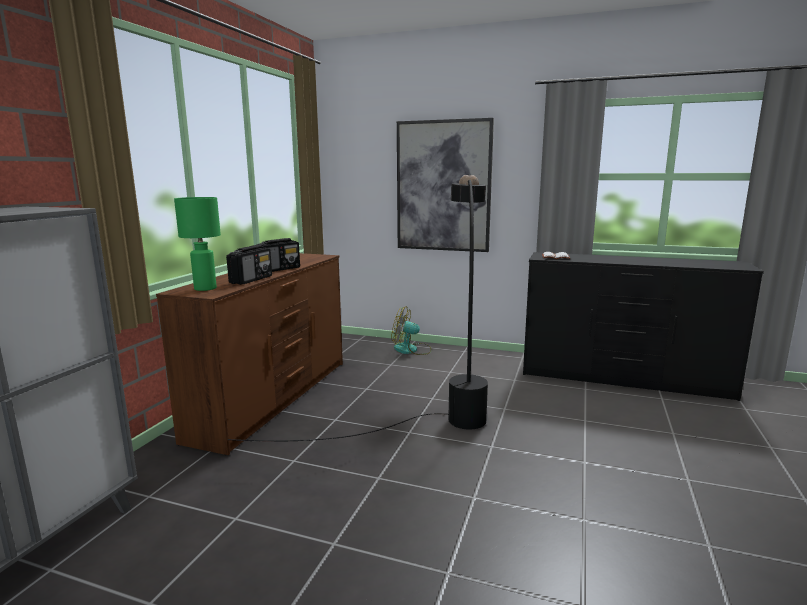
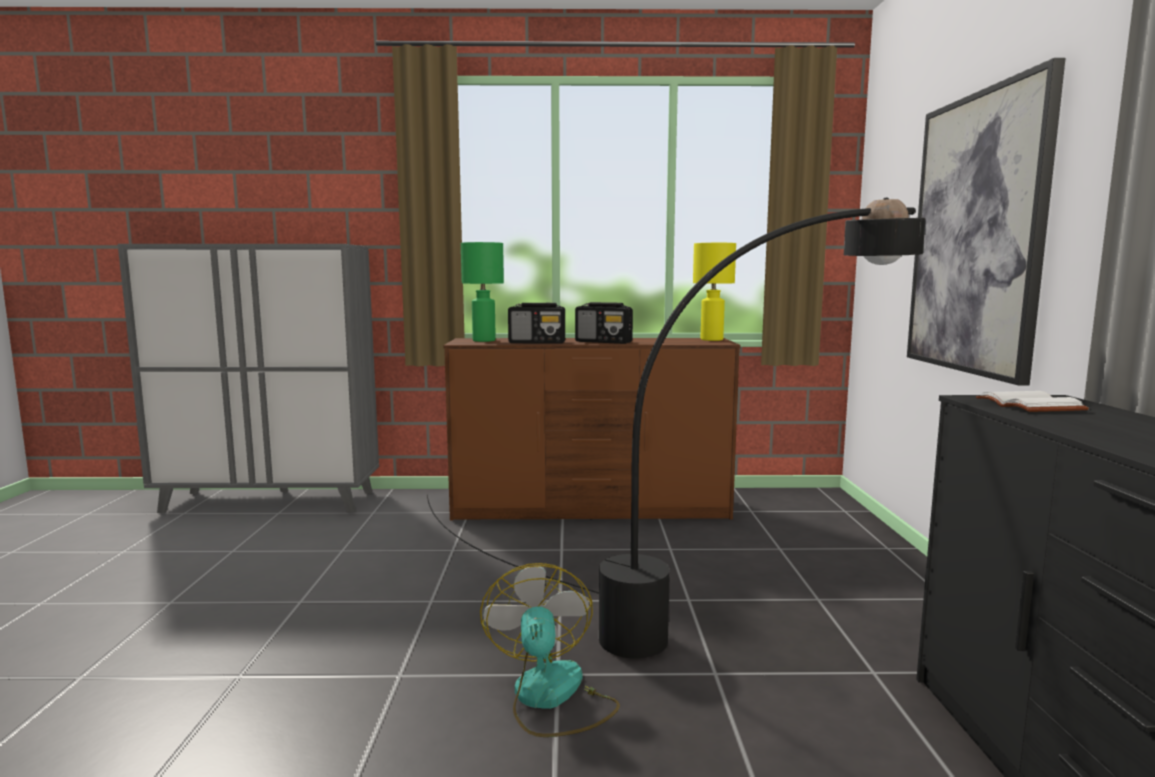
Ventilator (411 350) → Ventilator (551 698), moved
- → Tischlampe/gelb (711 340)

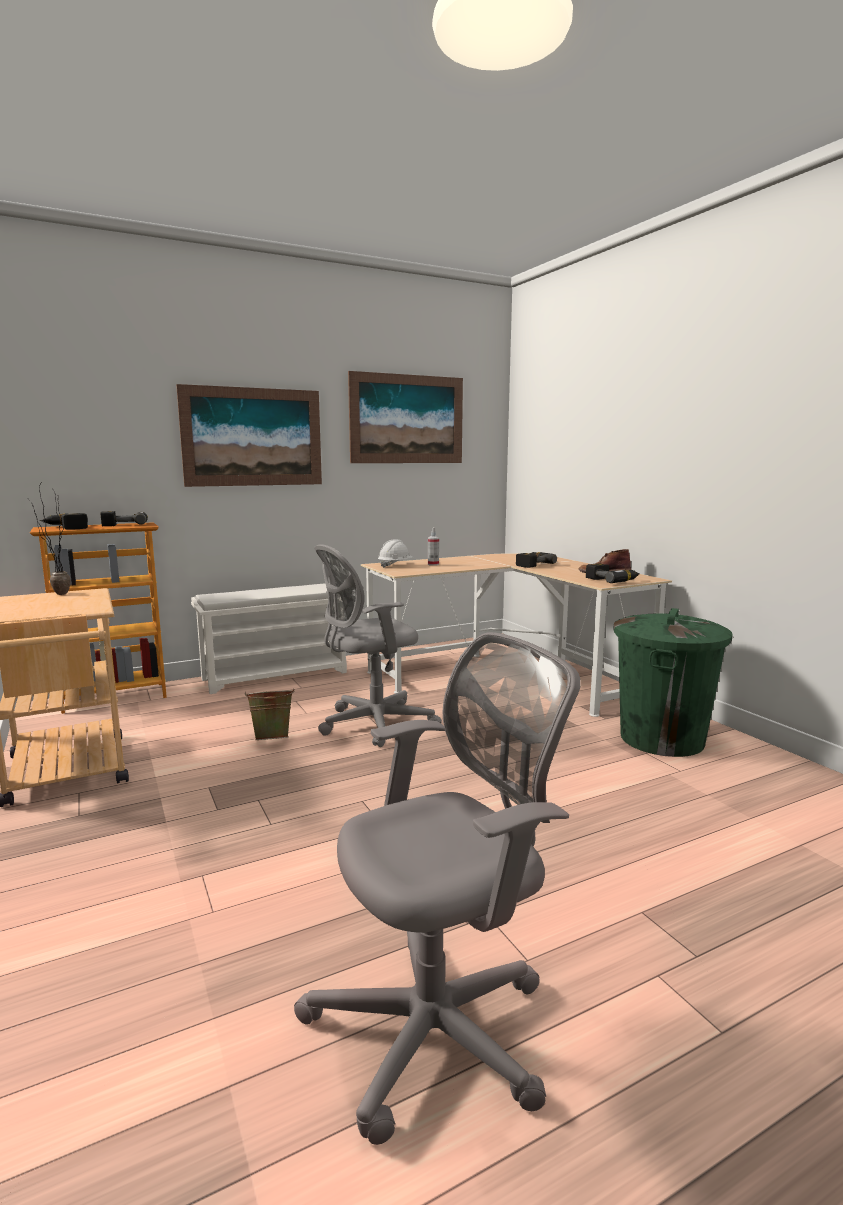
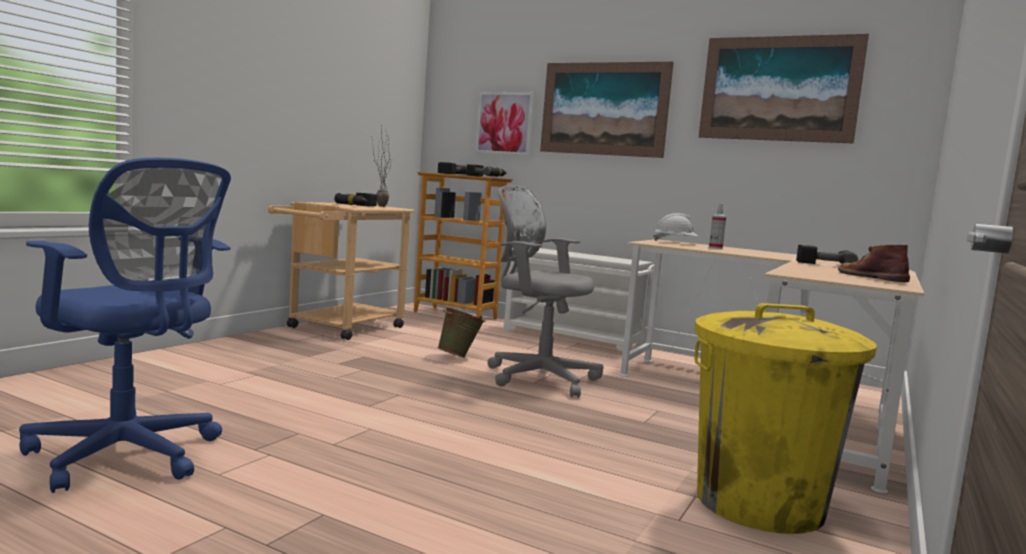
Bürostuhl/grau (441 1027) → Bürostuhl/blau (128 456)
Bohrmaschine (612 580) → Bohrmaschine (361 206), moved
- → Bild (504 123)
Mülleimer/grün (662 739) → Mülleimer/gelb (760 503)

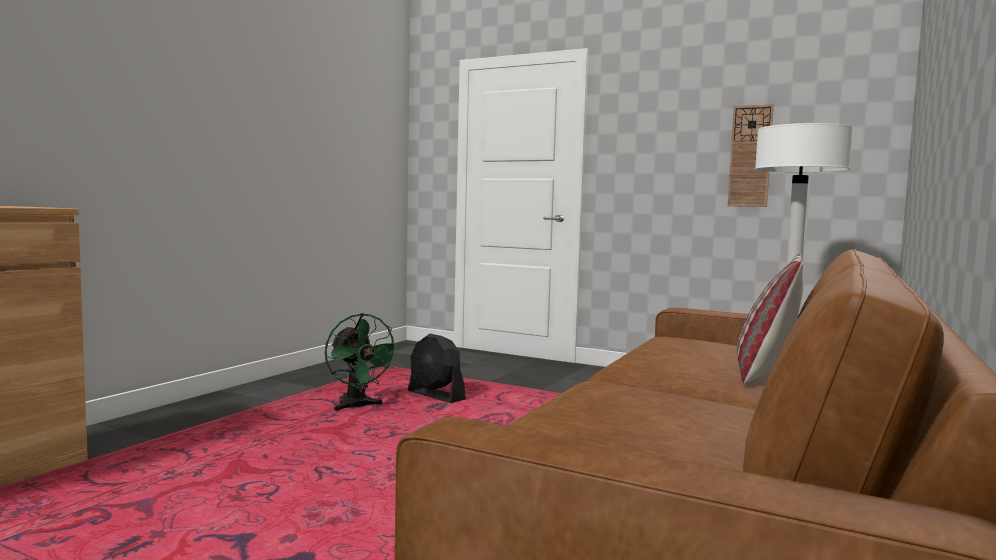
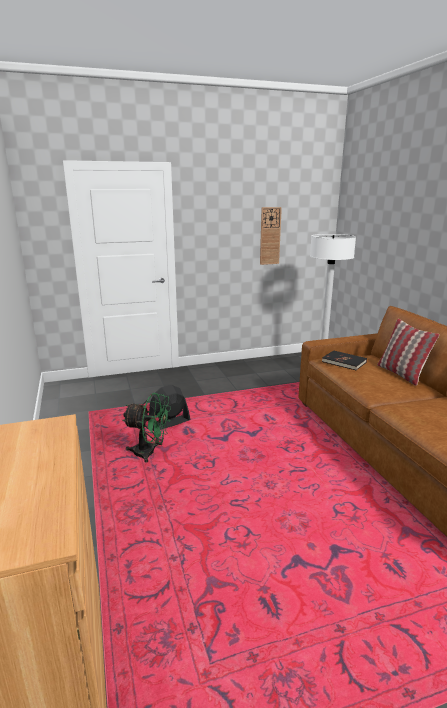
Ventilator/schwarz (436 396) → Ventilator/schwarz (169 423), 150 degrees clockwise
- → Buch/schwarz (344 362)

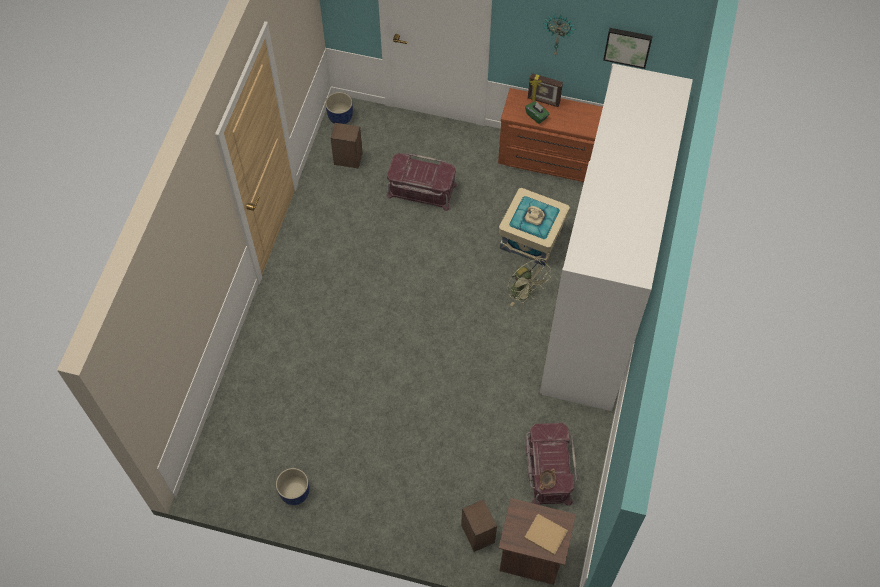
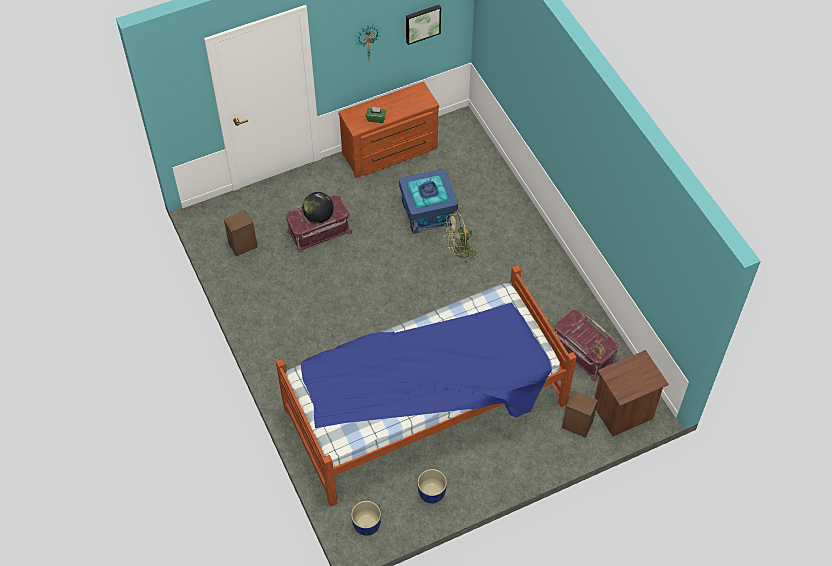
- → Bett (426 407)
- → Globus (318 217)
Pflanzkübel/blau (340 117) → Pflanzkübel/blau (366 525), moved
Aufbewahrungsbox/beige (532 238) → Aufbewahrungsbox/blau (428 212)
Ventilator/grün (525 294) → Ventilator/grün (459 252), 150 degrees clockwise
Buch/beige (544 534) → -
Bilderrahmen (543 101) → -
Kleiderschrank/weiß (596 307) → -

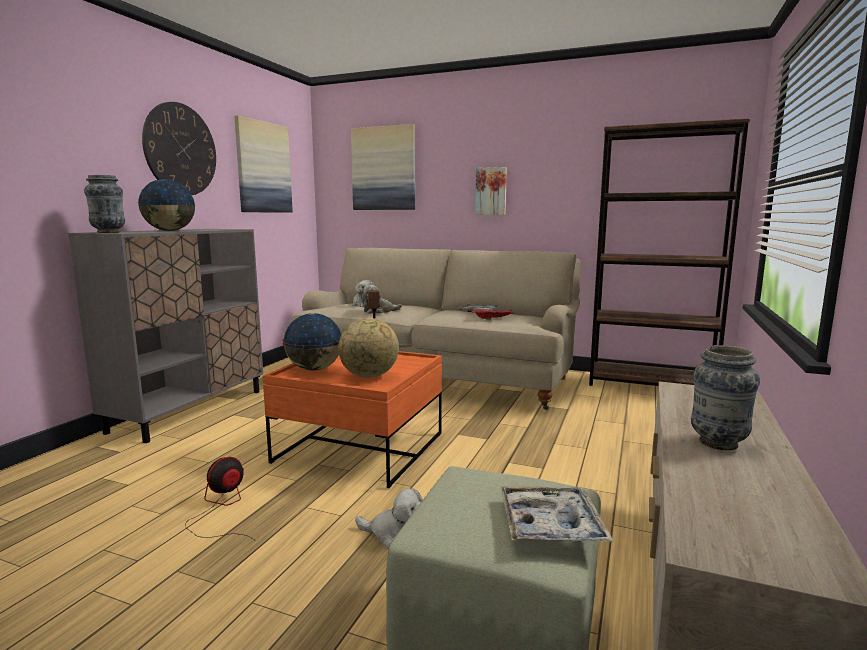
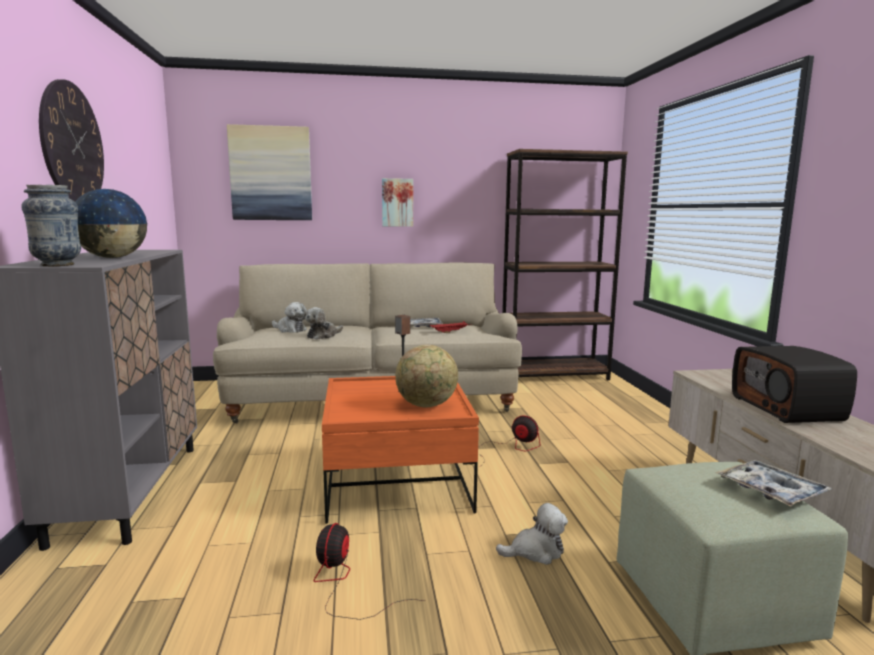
- → Ventilator (510 448)
Vase (718 443) → Radio (788 408)
Bild (263 167) → -
Globus (315 369) → -

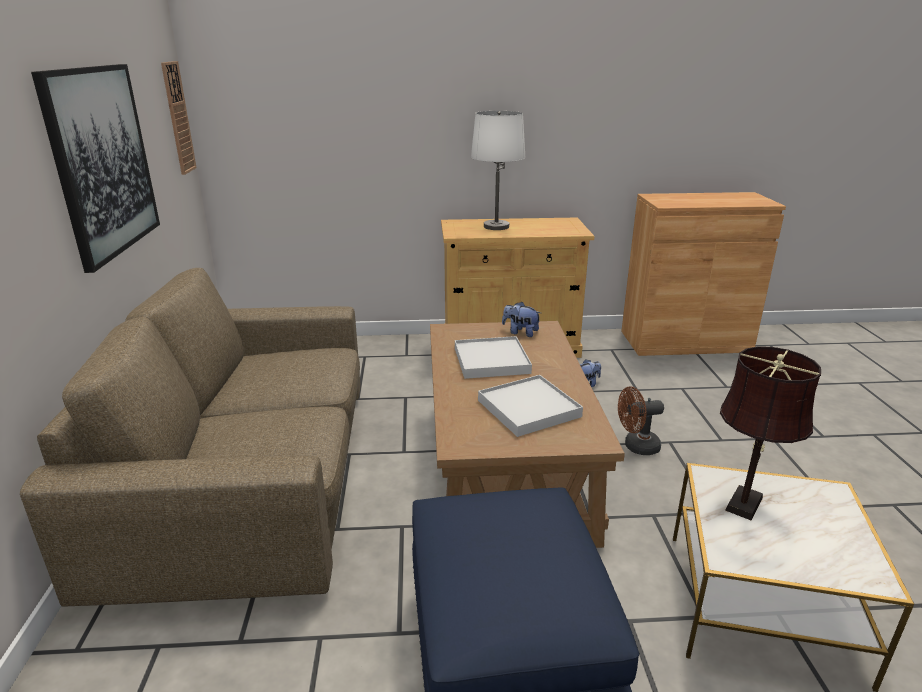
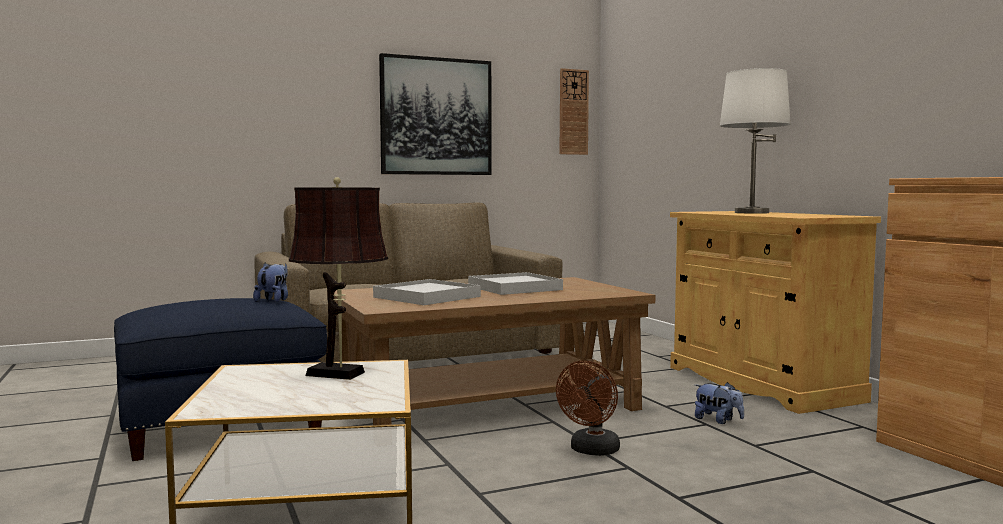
Plüschtier (520 332) → Plüschtier (274 301), moved
Ventilator/braun (636 447) → Ventilator/braun (592 451), 120 degrees counterclockwise

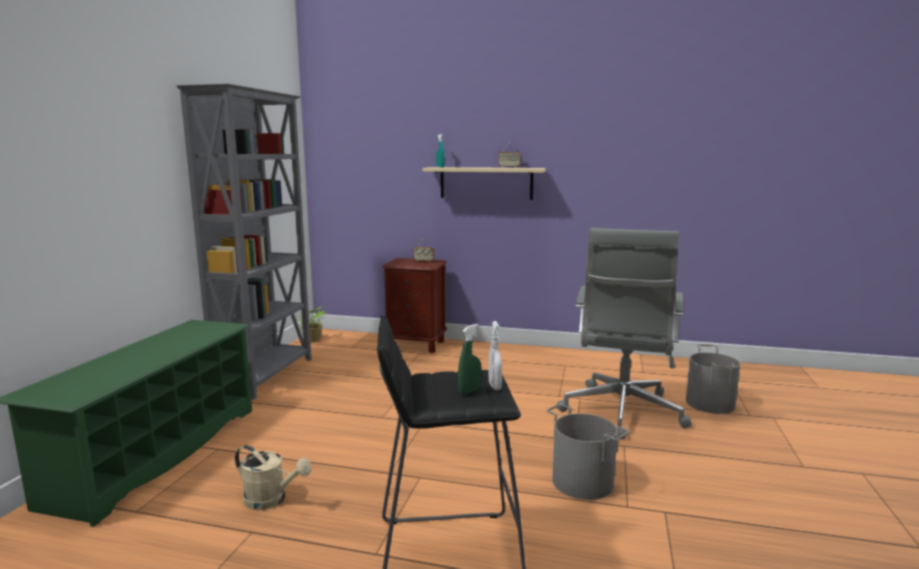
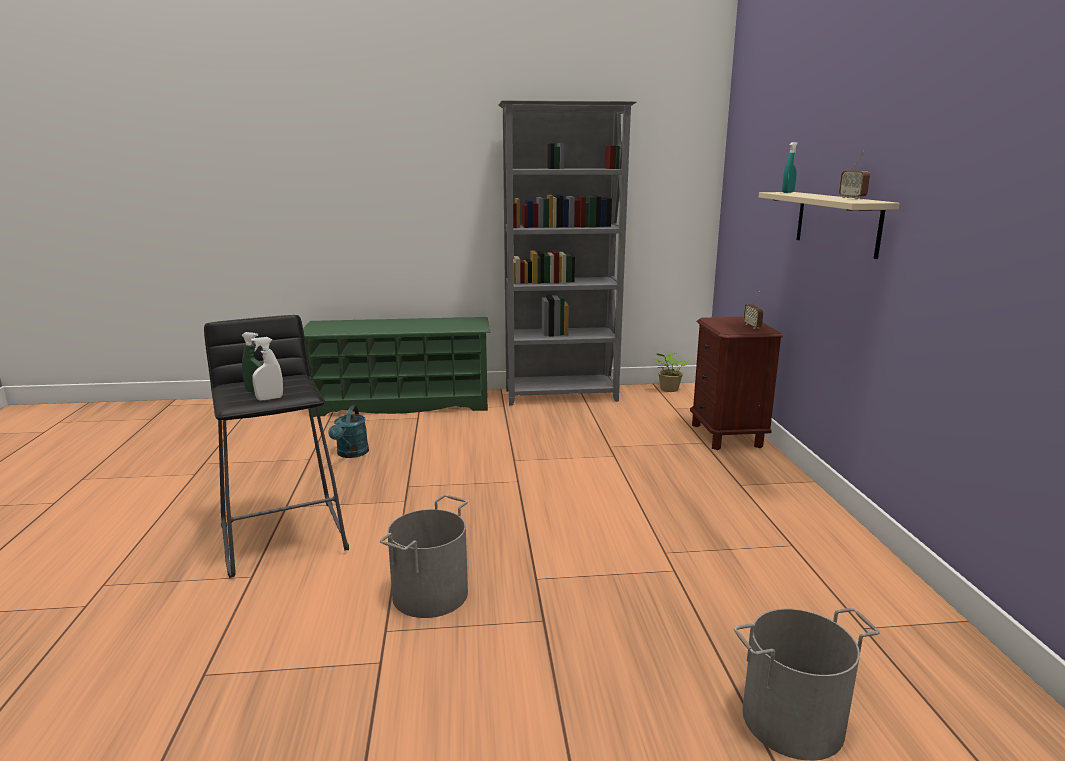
Gießkanne/beige (271 500) → Gießkanne/türkis (351 454)
Bürostuhl/grau (621 412) → -

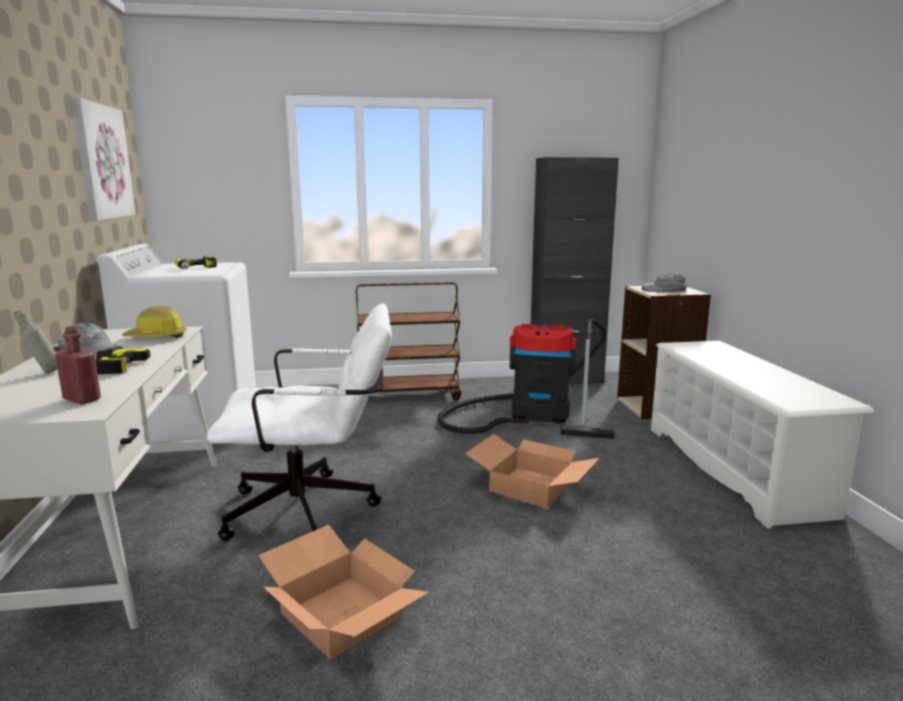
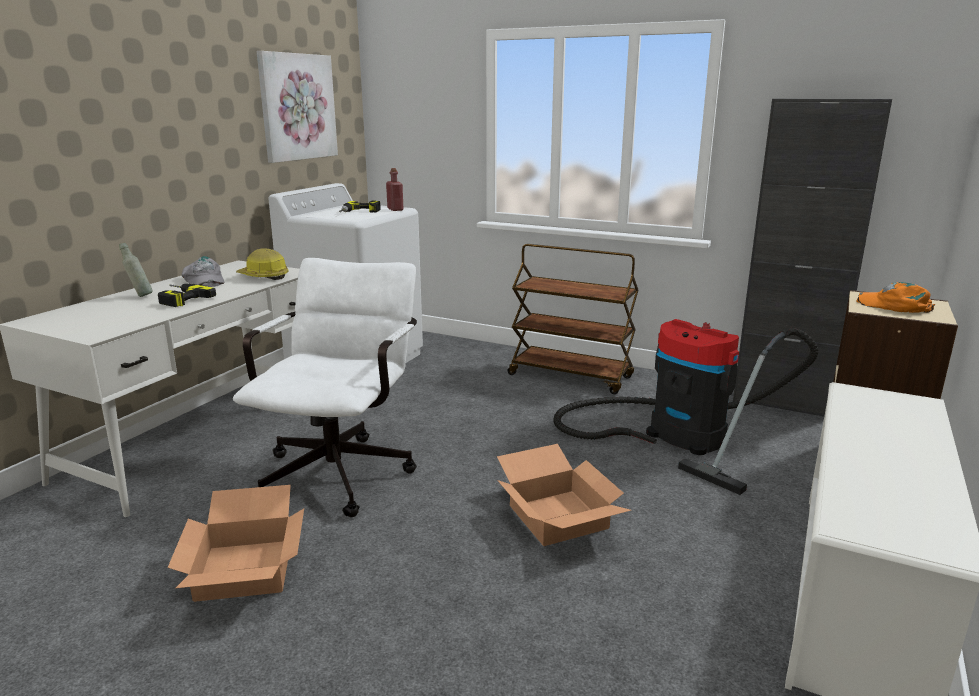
Bürostuhl/weiß (314 510) → Bürostuhl/weiß (341 469), 105 degrees counterclockwise
Flasche/rot (82 399) → Flasche/rot (395 209), moved
Kappe/grau (664 290) → Kappe/orange (895 306)

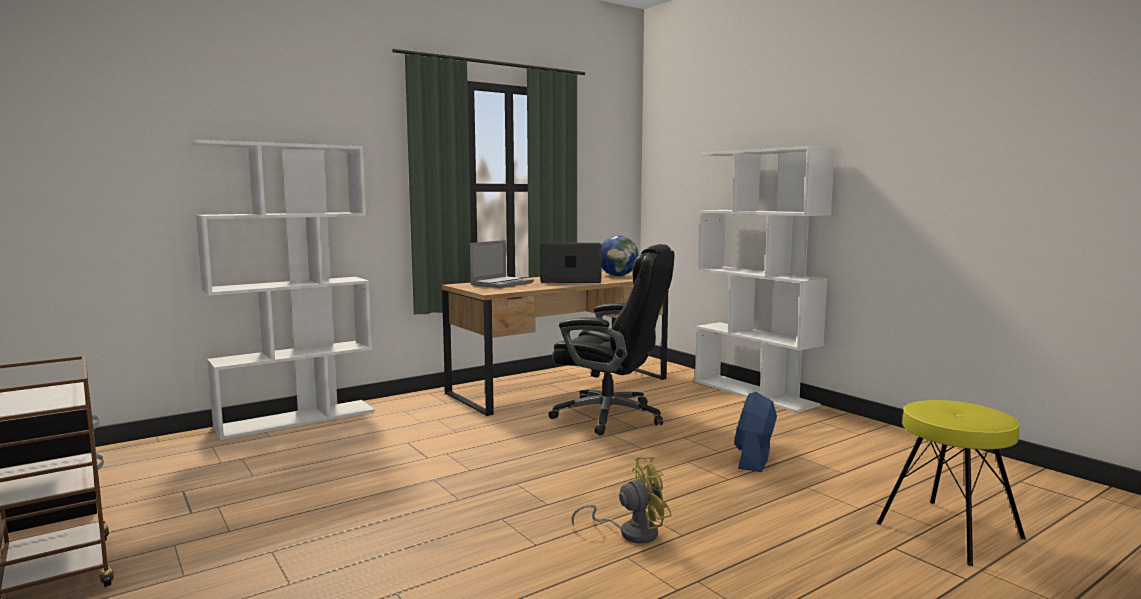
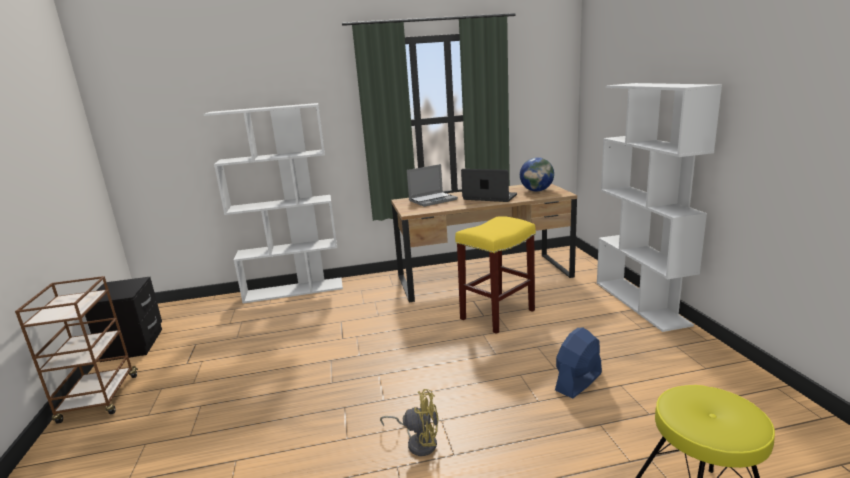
Bürostuhl/schwarz (611 416) → Hocker/gelb (497 315)

